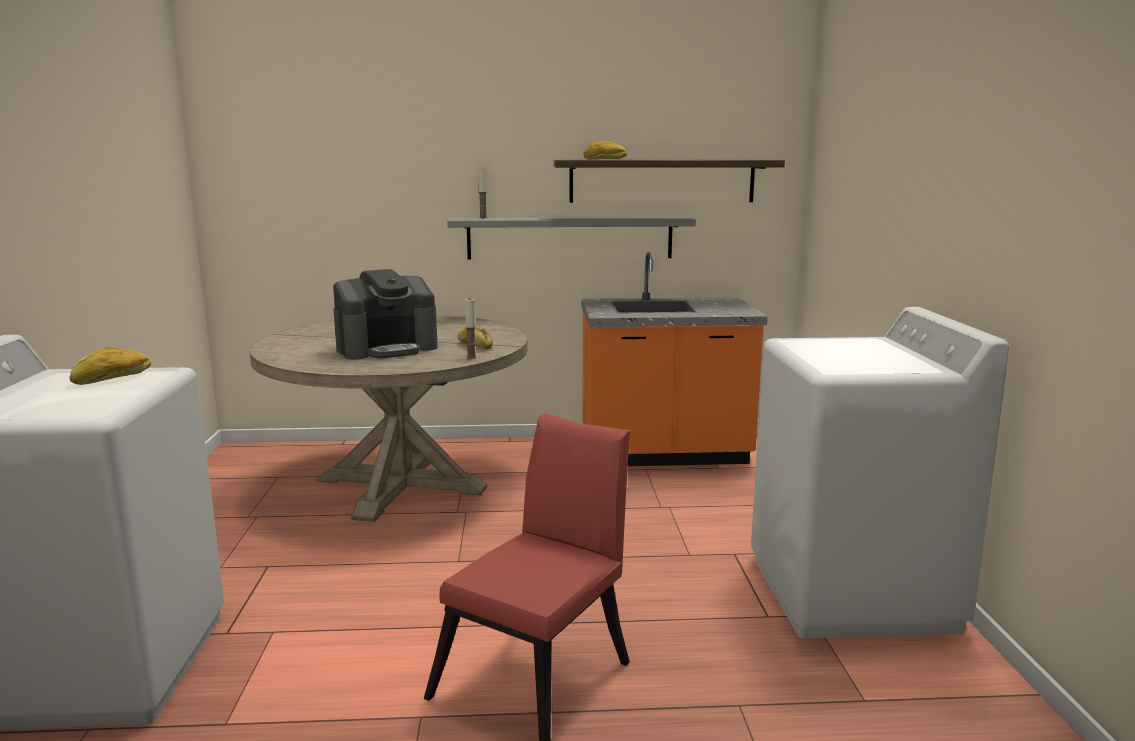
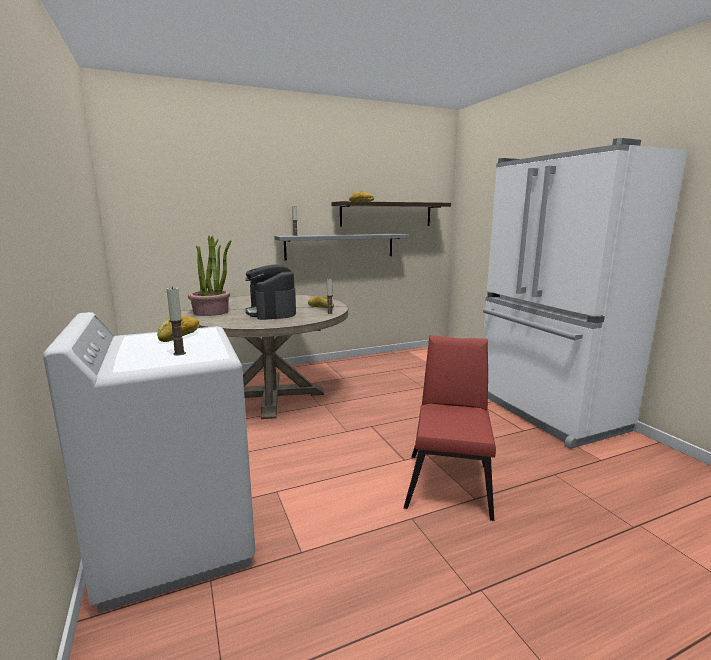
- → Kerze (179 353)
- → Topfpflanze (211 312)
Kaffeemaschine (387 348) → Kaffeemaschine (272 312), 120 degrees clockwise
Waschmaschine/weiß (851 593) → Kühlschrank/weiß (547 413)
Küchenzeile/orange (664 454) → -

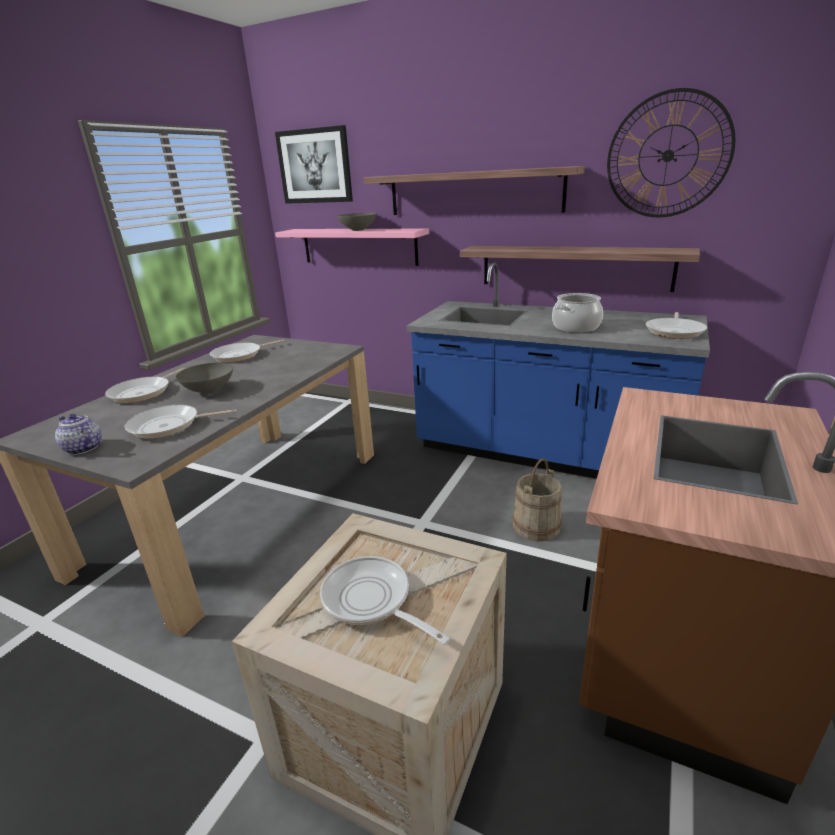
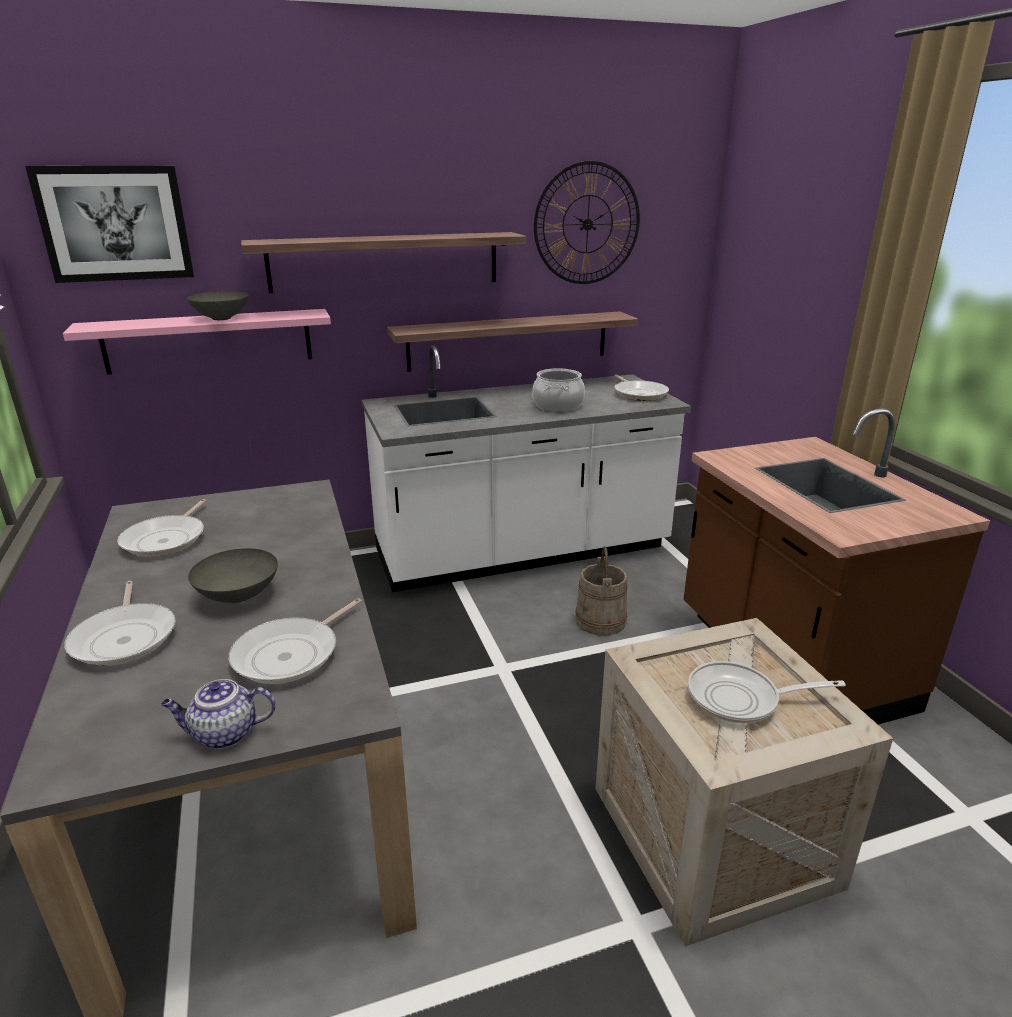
Küchenzeile/blau (544 453) → Küchenzeile/weiß (522 552)

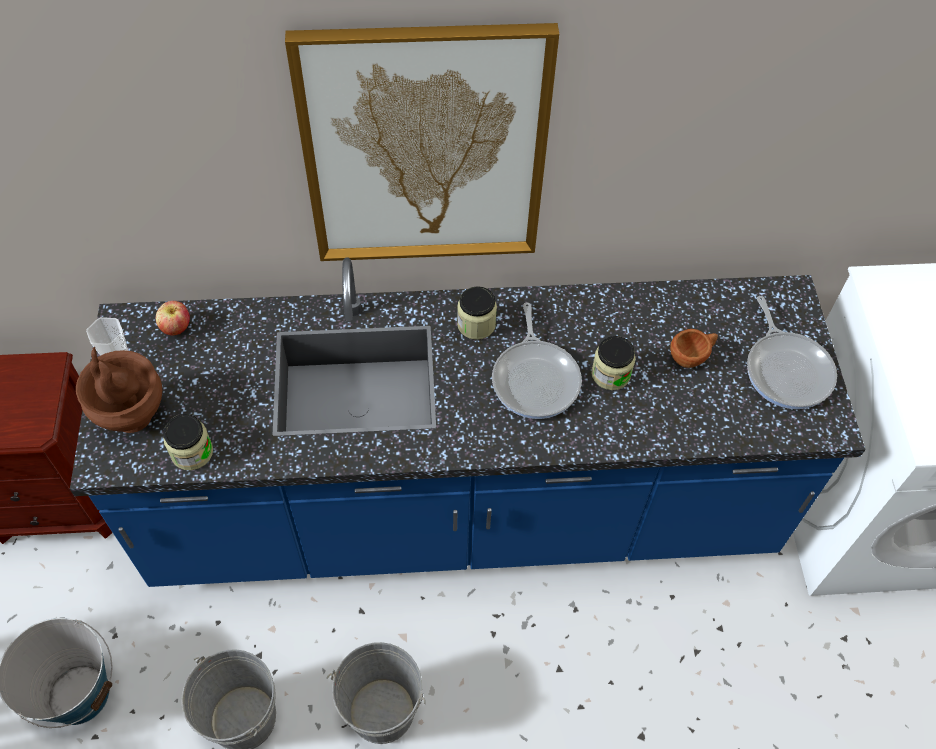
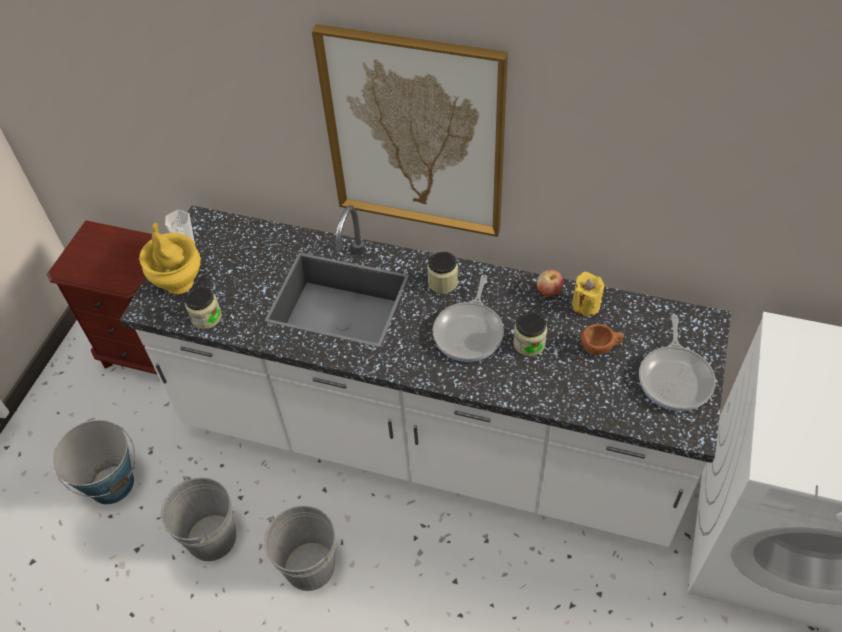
Küchenzeile/blau (463 512) → Küchenzeile/weiß (429 441)
Vase/braun (131 415) → Vase/gelb (179 282)
Apfel (176 328) → Apfel (548 291), moved
- → Kerze/gelb (585 305)

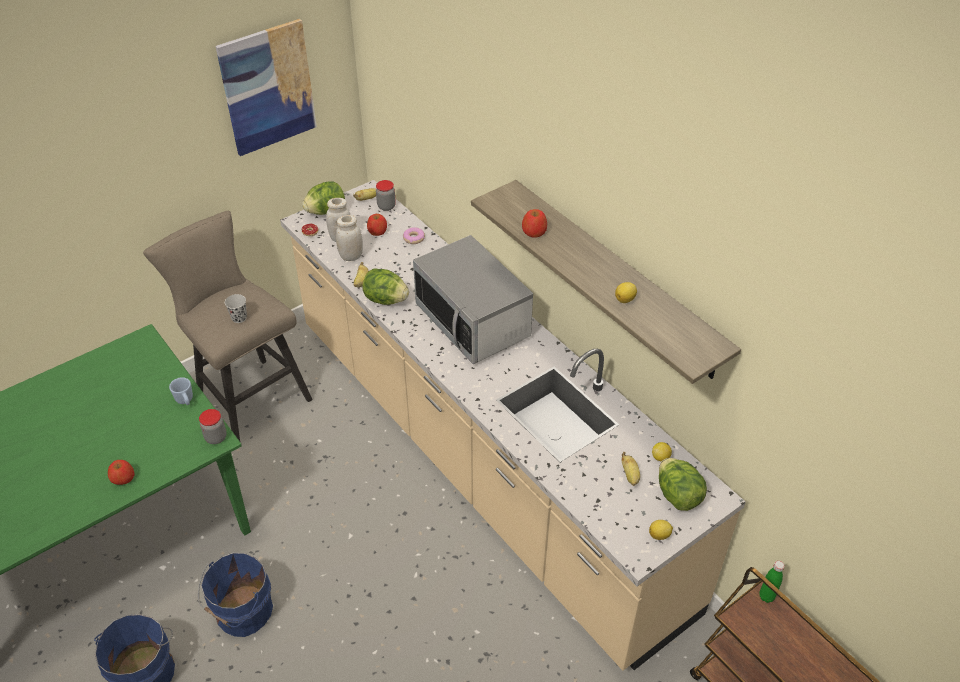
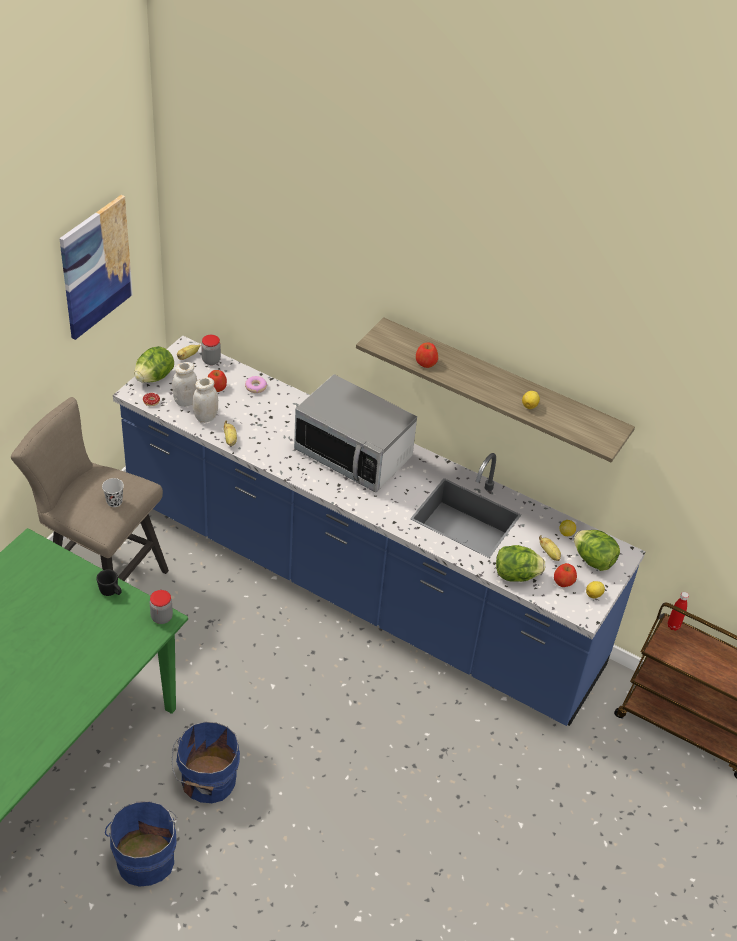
Henkelbecher/blau (185 401) → Henkelbecher/schwarz (111 592)
Küchenzeile/beige (480 459) → Küchenzeile/blau (357 585)
Salatkopf (386 299) → Salatkopf (516 575), moved
Apfel (123 478) → Apfel (563 581), moved
Flasche/grün (766 596) → Flasche/rot (673 626)

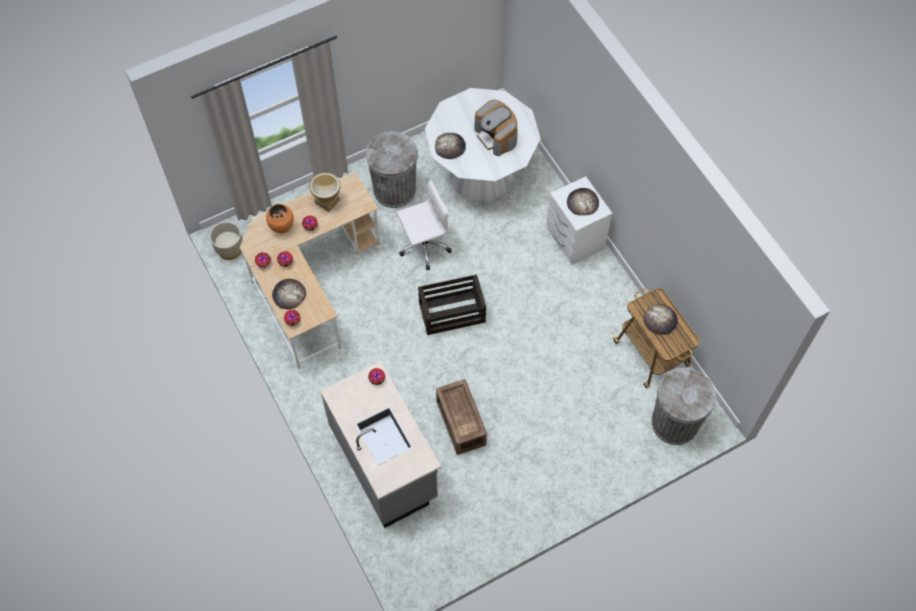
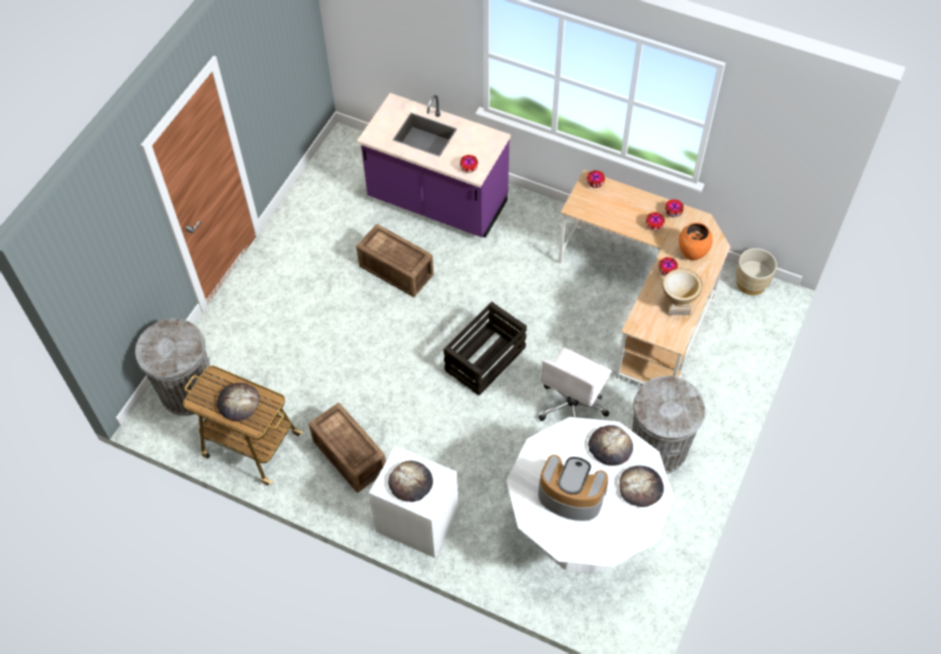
- → Kiste (349 457)
Küchenzeile/grau (384 462) → Küchenzeile/lila (437 202)
Brot (289 295) → Brot (640 487), moved

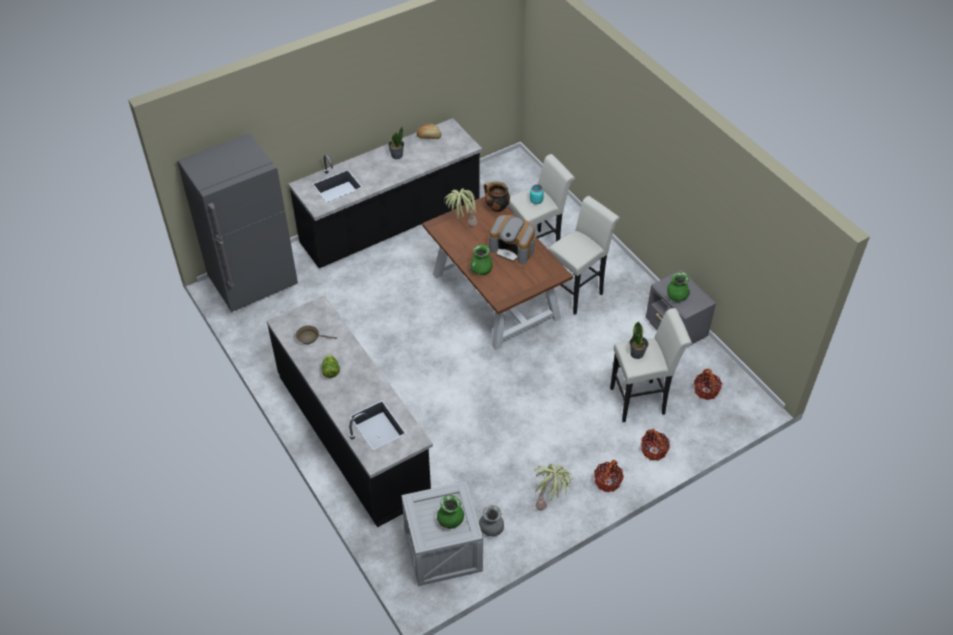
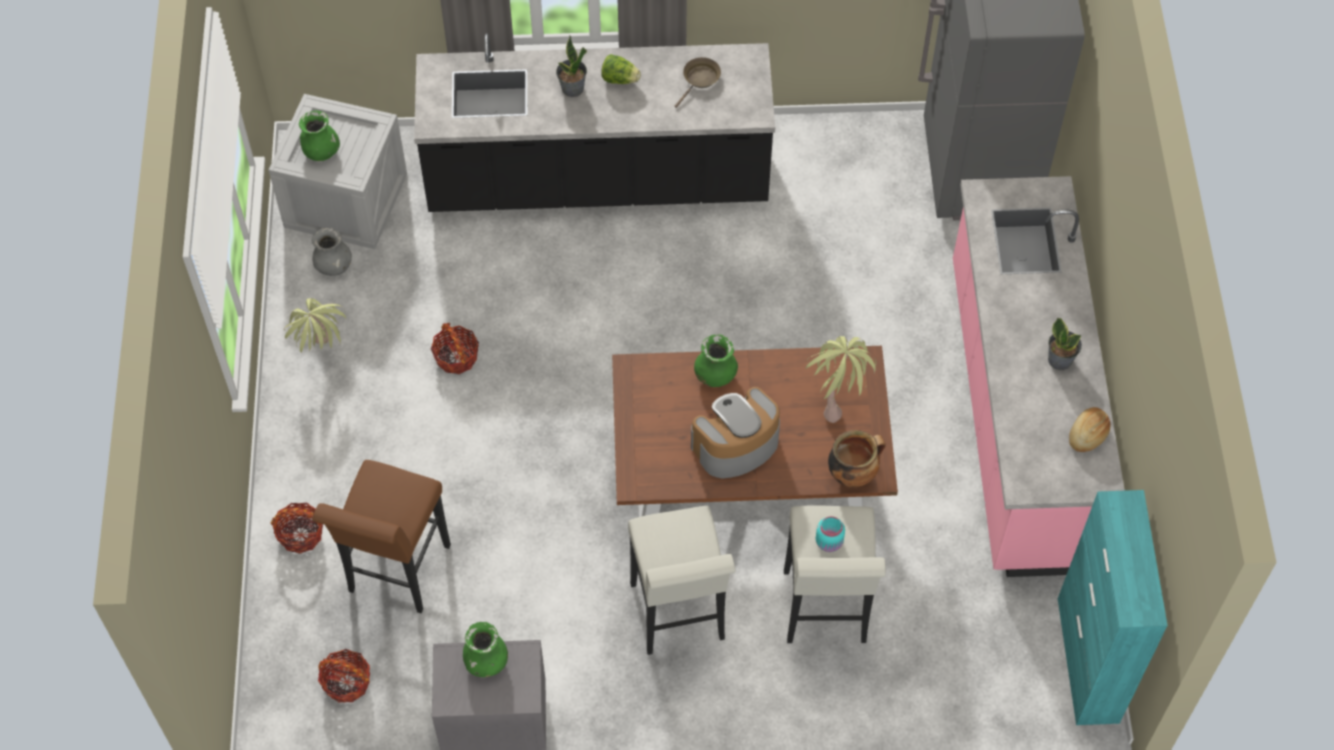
Hocker/weiß (642 400) → Hocker/braun (396 575)
Korb (607 481) → Korb (456 357), moved
Topfpflanze (637 353) → Topfpflanze (572 88), moved
Küchenzeile/schwarz (391 224) → Küchenzeile/rosa (1016 414)
- → Schrank/türkis (1087 661)

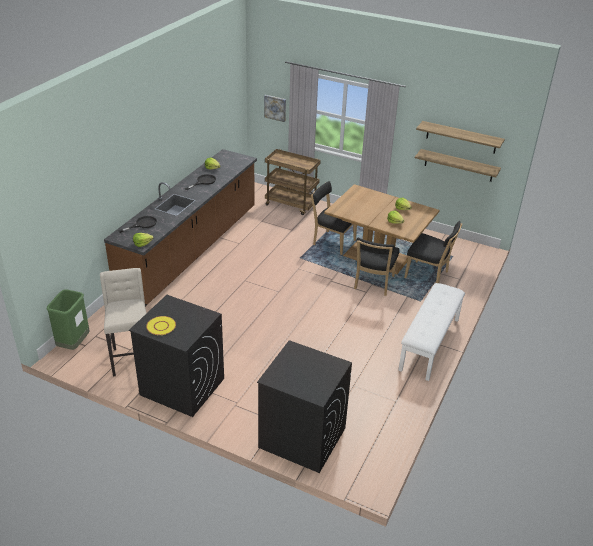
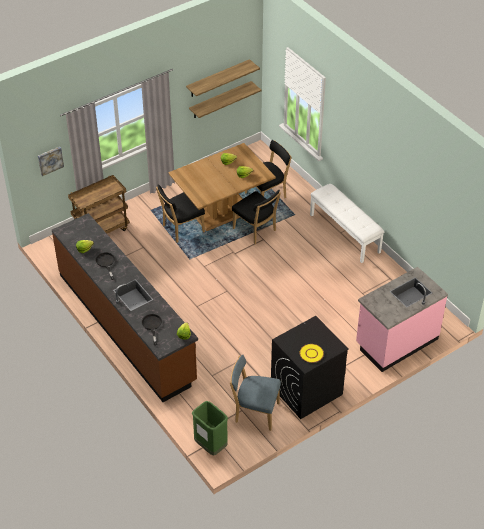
Hocker/beige (132 359) → Stuhl/blau (254 412)
Waschmaschine/schwarz (301 438) → Küchenzeile/rosa (396 341)

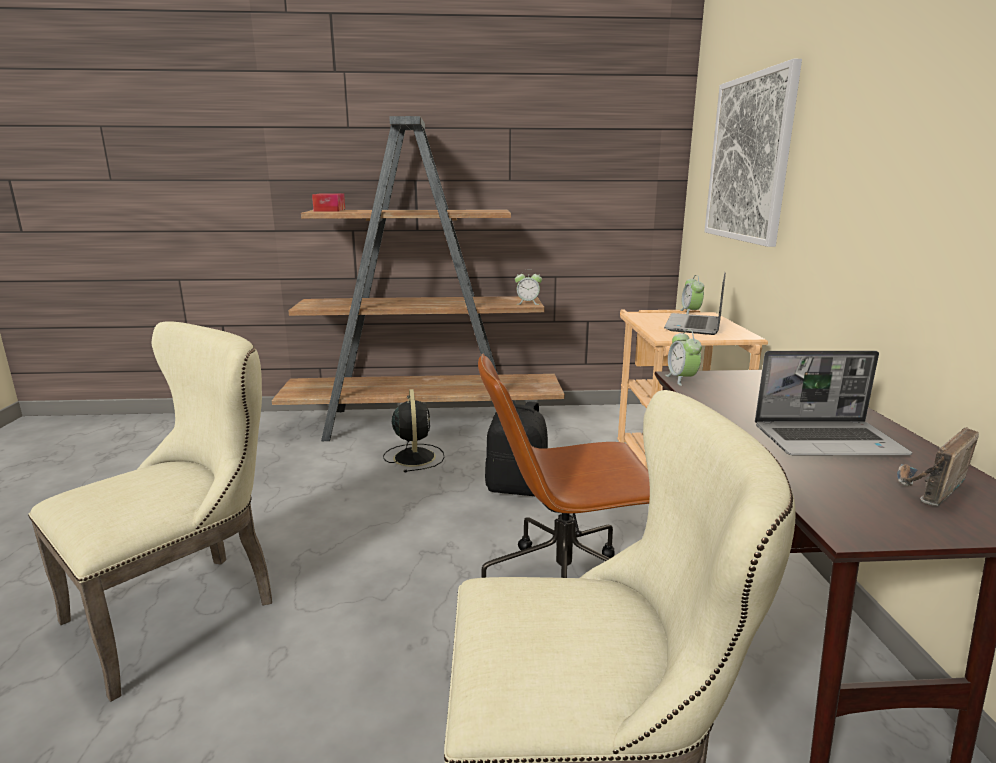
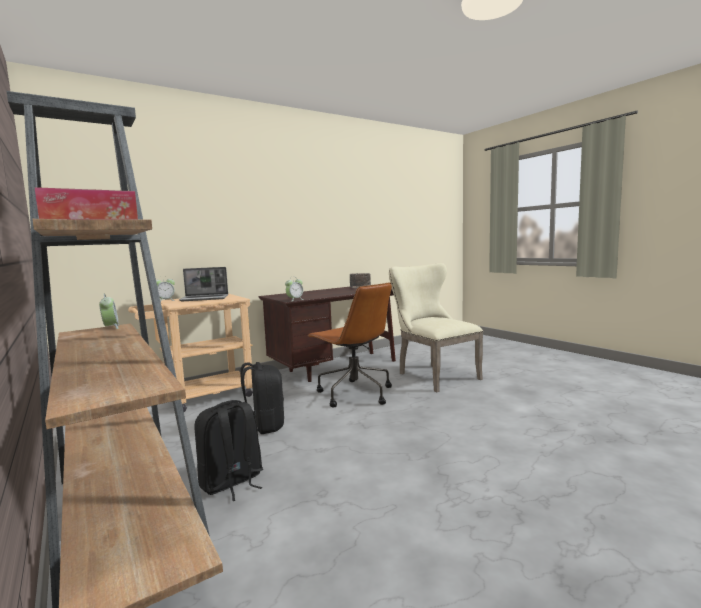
Ventilator/schwarz (414 456) → Rucksack/schwarz (231 482)
Stuhl/beige (185 608) → -
Bild (749 159) → -
Laptop (828 441) → -

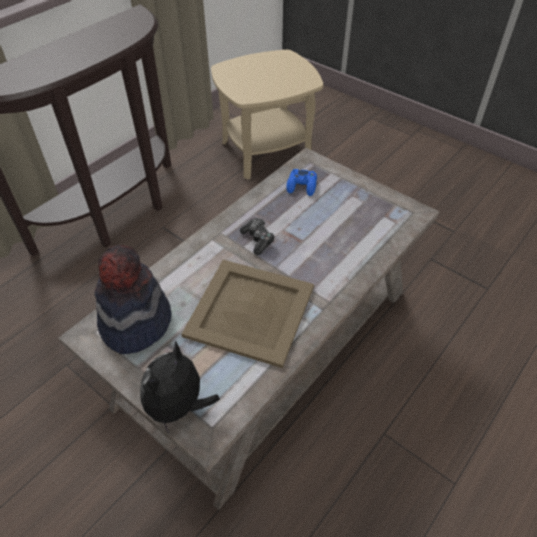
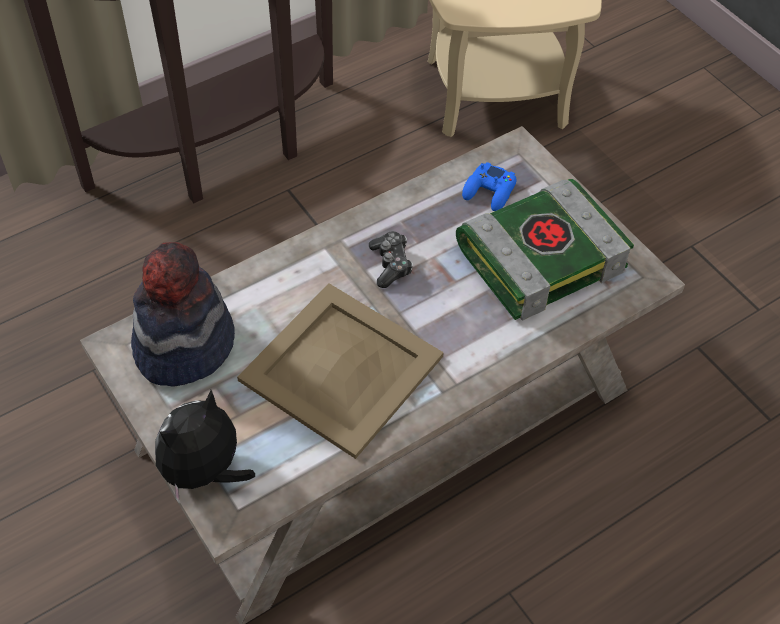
- → Buch (541 256)

